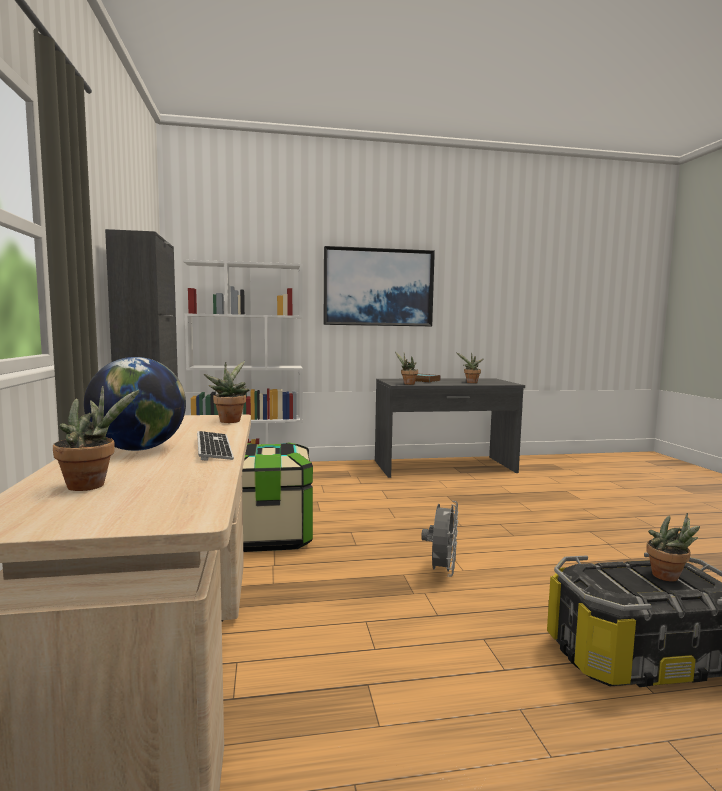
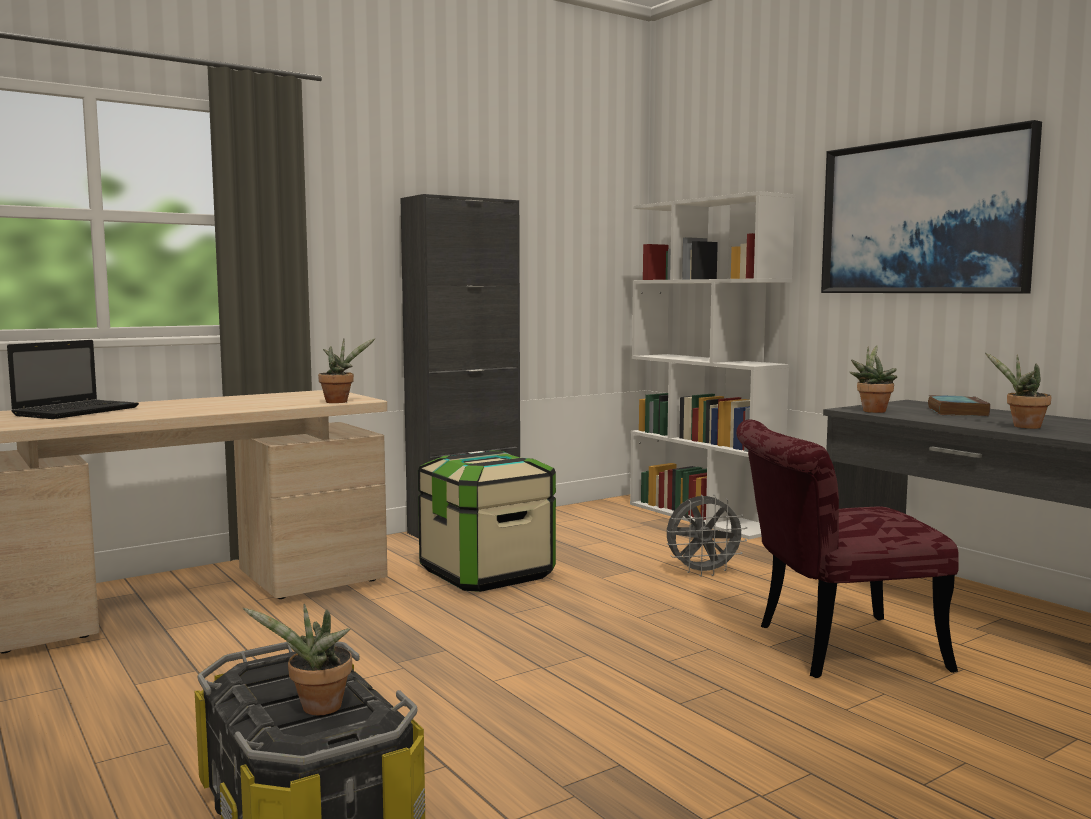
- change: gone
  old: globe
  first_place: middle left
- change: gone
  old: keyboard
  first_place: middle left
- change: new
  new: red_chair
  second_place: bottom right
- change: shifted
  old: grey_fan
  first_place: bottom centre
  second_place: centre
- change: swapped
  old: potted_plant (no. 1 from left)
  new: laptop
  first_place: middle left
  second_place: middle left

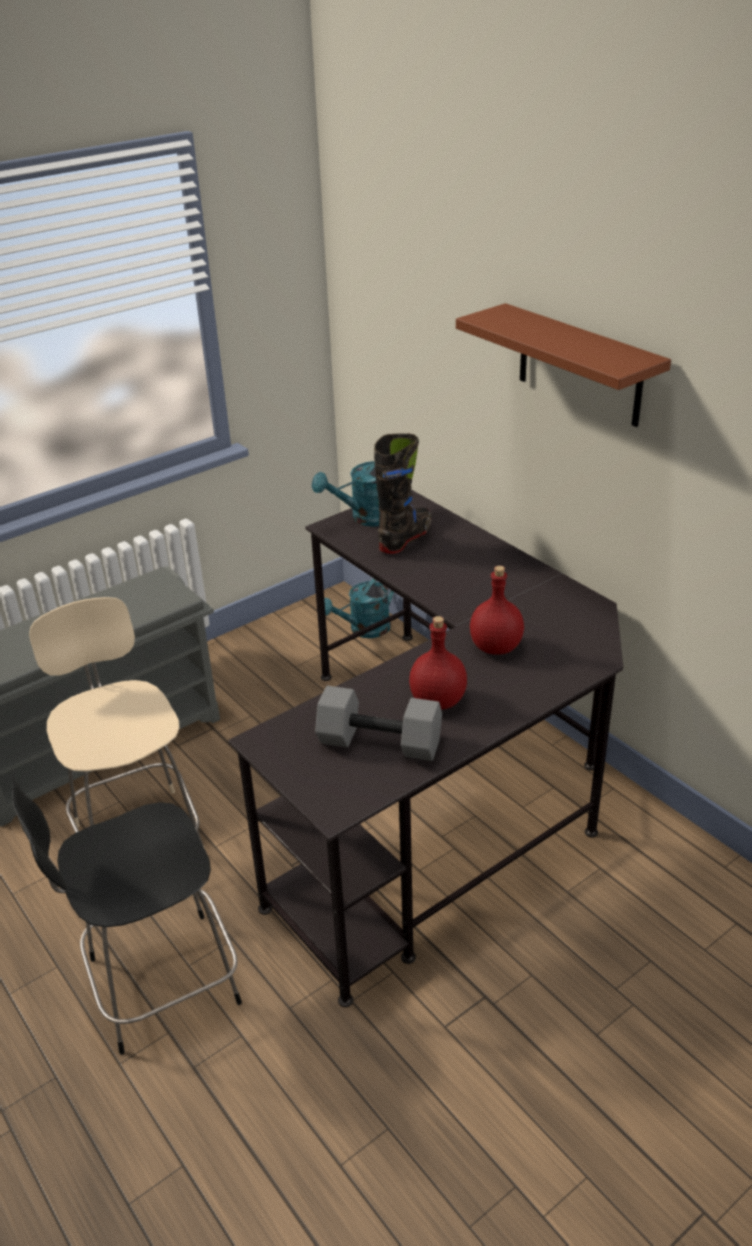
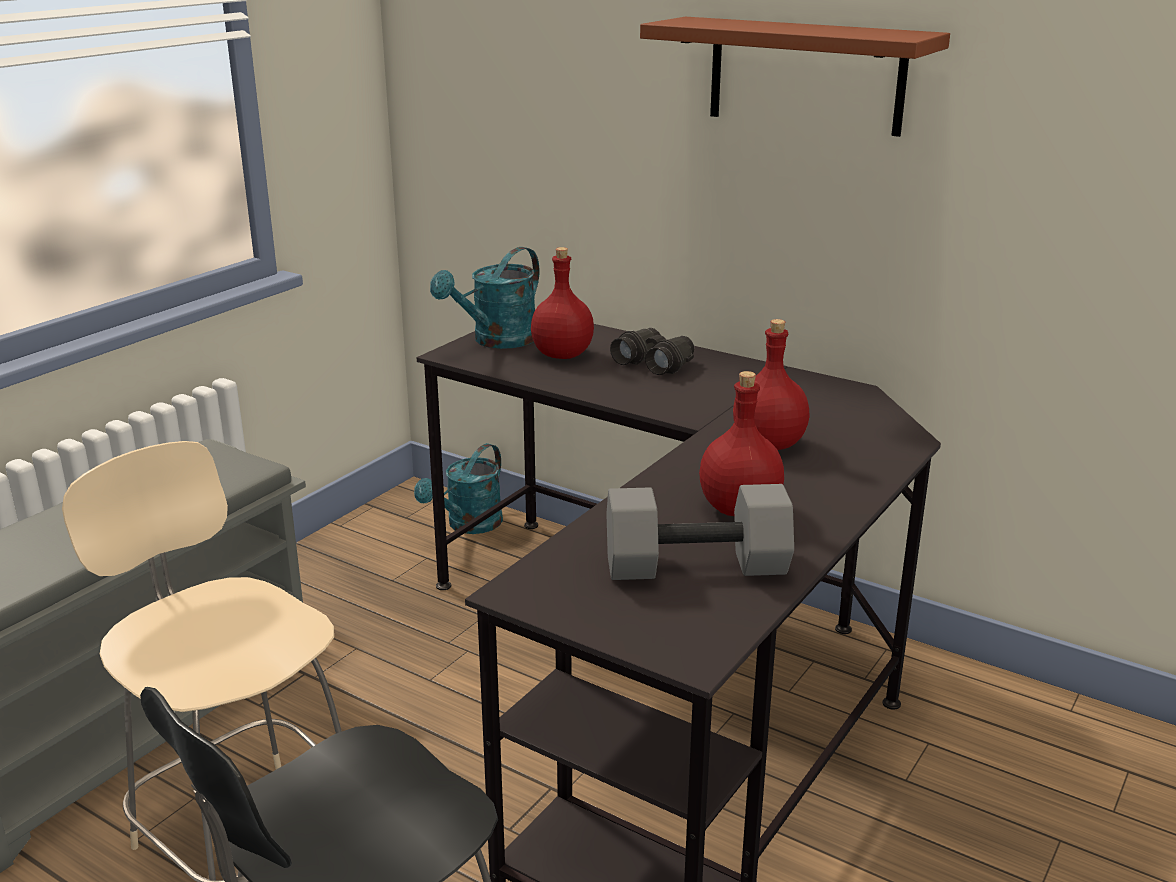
- change: new
  new: black_binoculars
  second_place: centre
- change: swapped
  old: black_boot
  new: red_bottle (no. 1 from left)
  first_place: centre
  second_place: centre

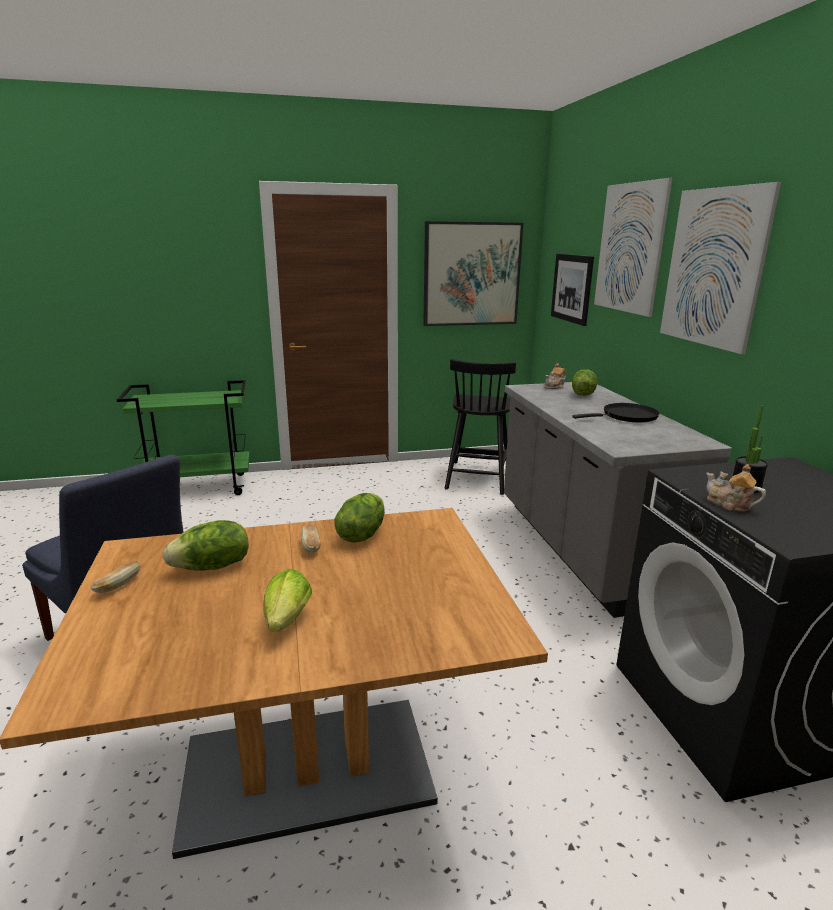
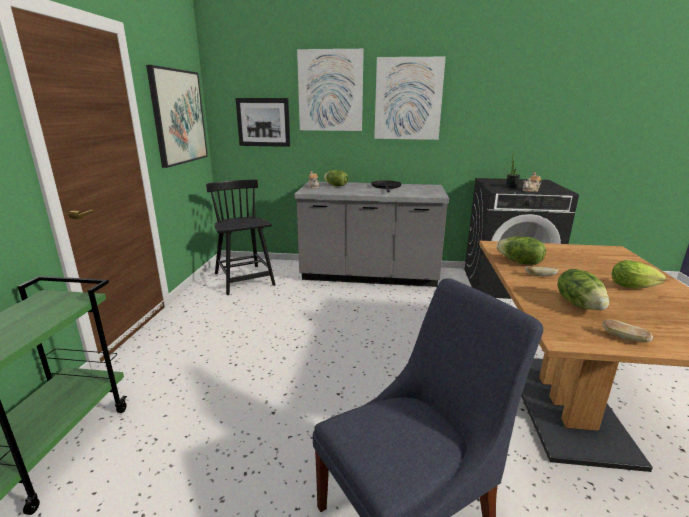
- change: rotated
  old: black_chair
  first_place: centre
  second_place: centre
  degrees: -150

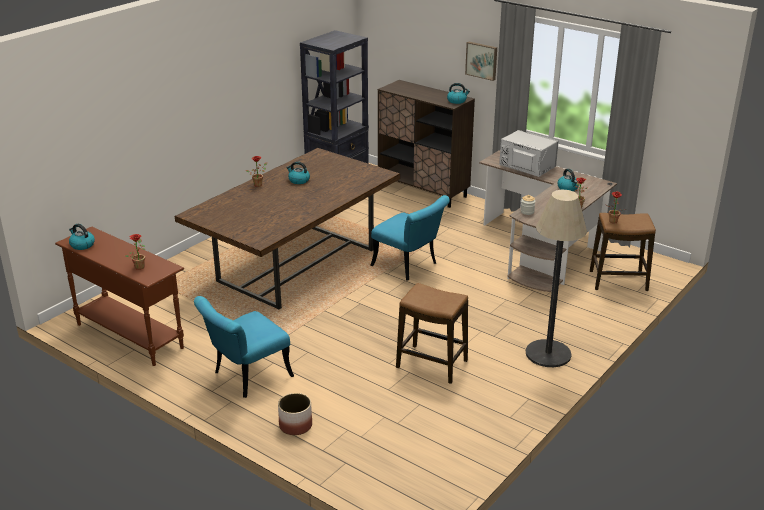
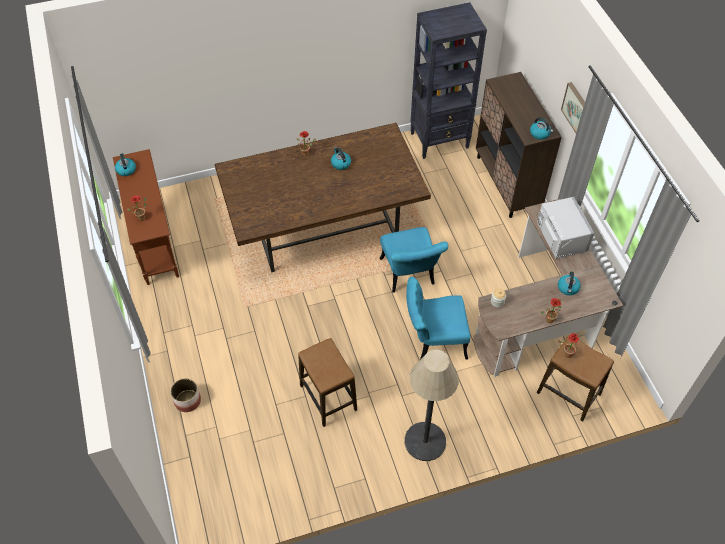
- change: shifted
  old: turquoise_chair (no. 1 from left in the first image)
  new: turquoise_chair (no. 2 from left)
  first_place: bottom left
  second_place: centre

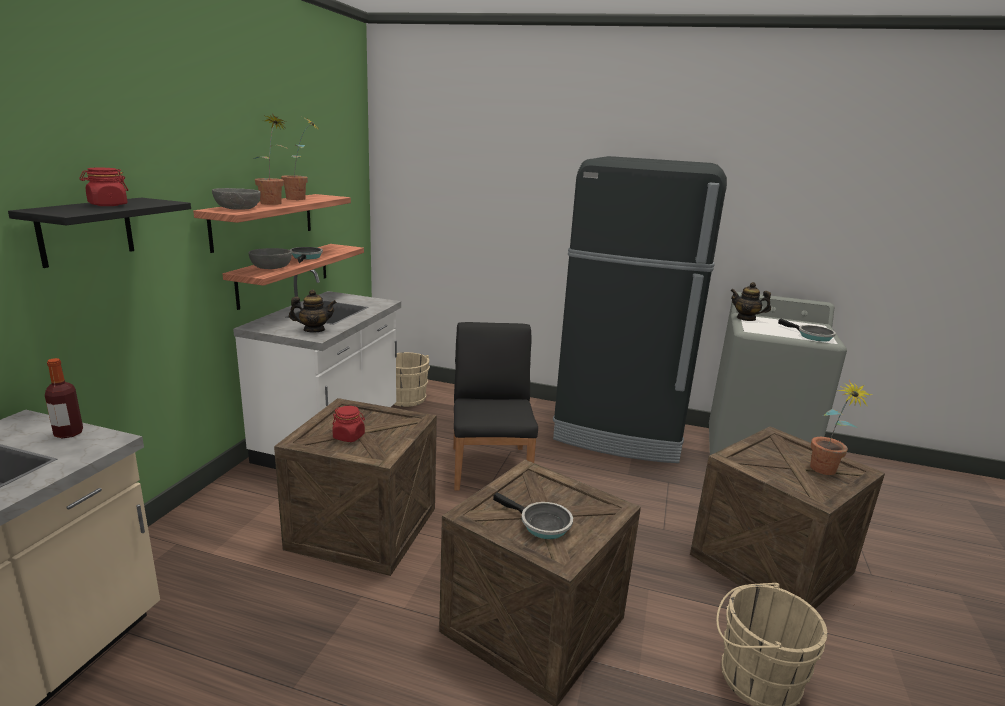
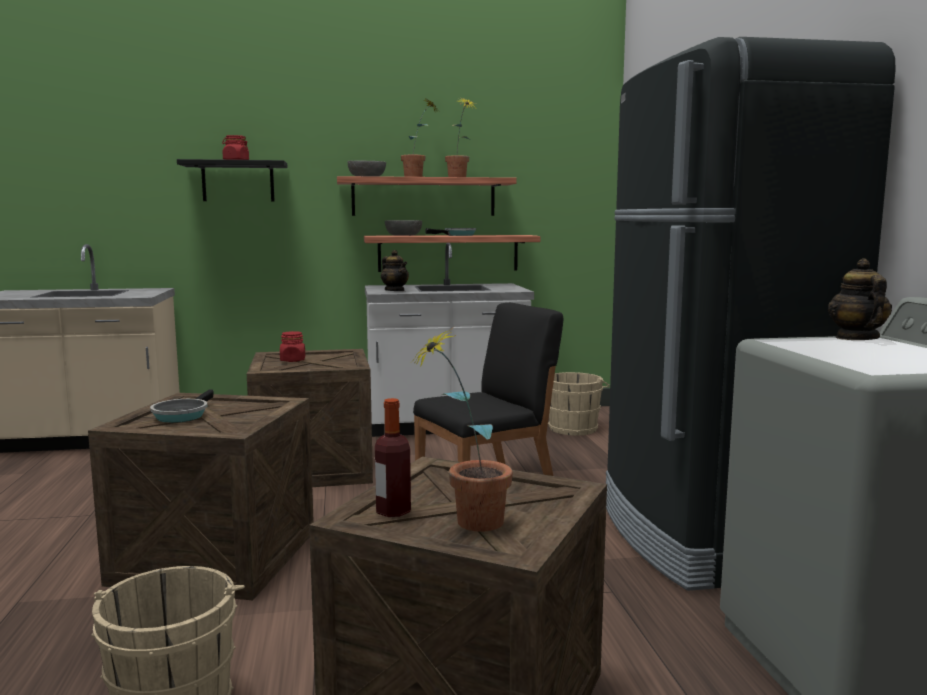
- change: gone
  old: frying_pan (no. 3 from left)
  first_place: middle right
- change: shifted
  old: bottle
  first_place: middle left
  second_place: centre

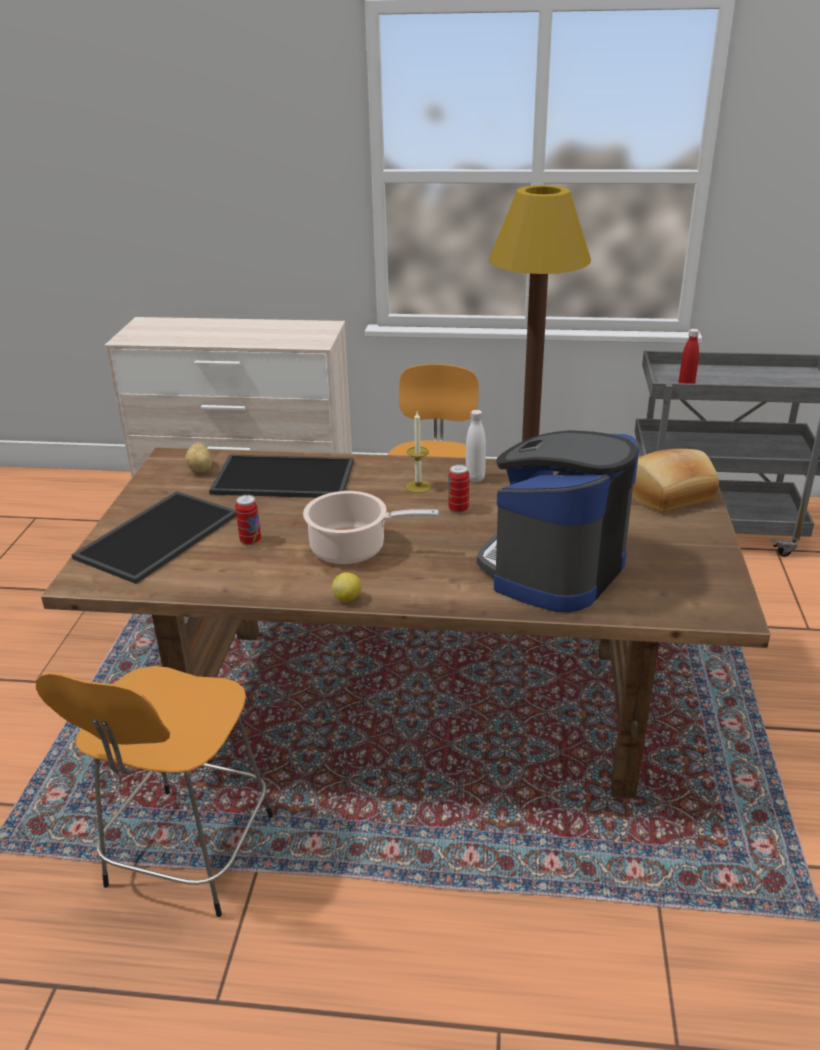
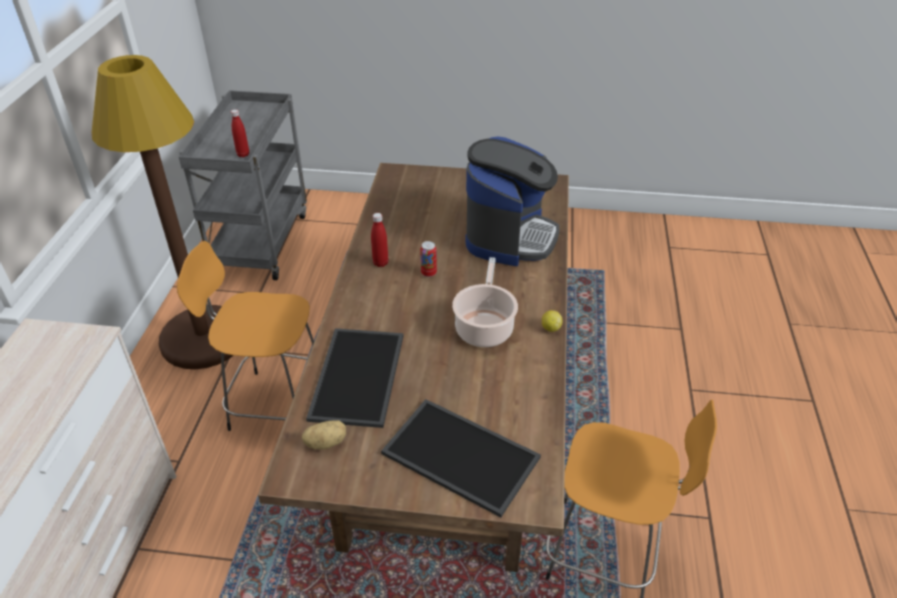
- change: gone
  old: can (no. 1 from left)
  first_place: middle left
- change: gone
  old: candle
  first_place: centre
- change: gone
  old: bread
  first_place: middle right
- change: repainted
  old: white_bottle
  new: red_bottle (no. 2 from left)
  first_place: centre
  second_place: centre
- change: rotated
  old: coffee_machine
  first_place: middle right
  second_place: centre
  degrees: -105

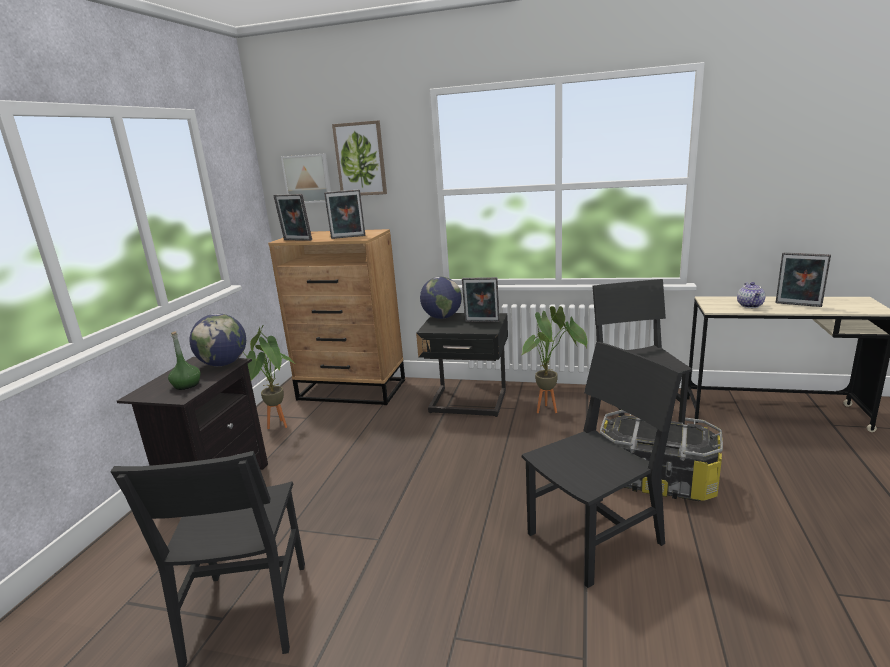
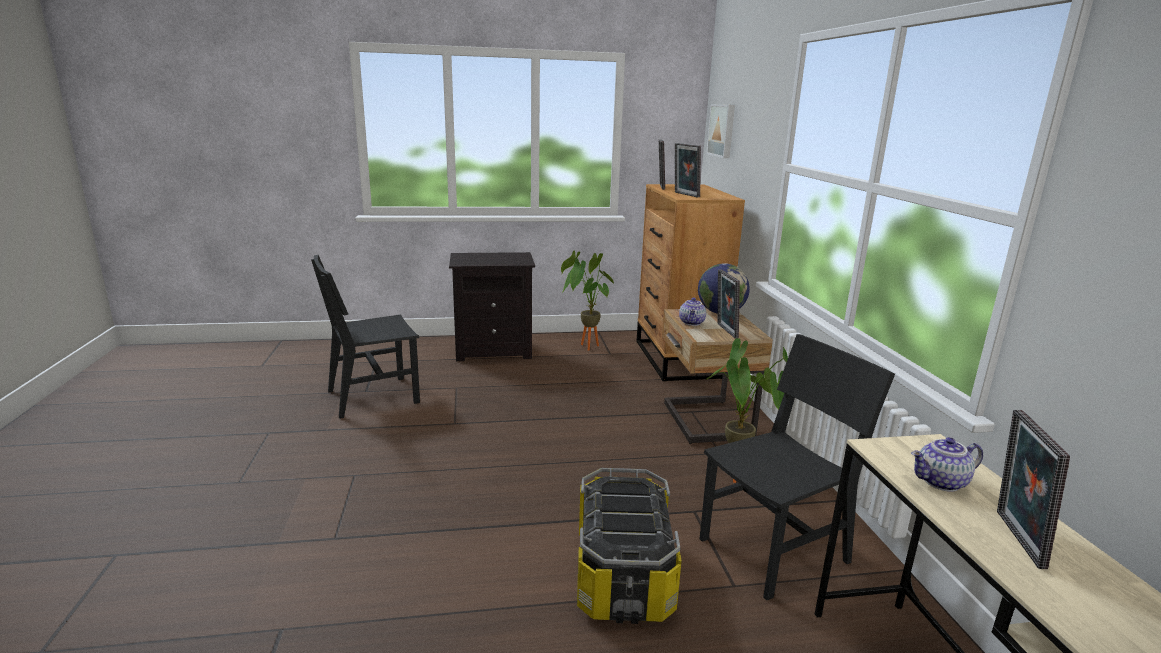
- change: gone
  old: green_bottle
  first_place: middle left
- change: gone
  old: globe (no. 1 from left)
  first_place: middle left
- change: gone
  old: picture (no. 2 from left)
  first_place: top centre
- change: gone
  old: black_chair (no. 2 from left)
  first_place: bottom right
- change: new
  new: teapot (no. 1 from left)
  second_place: centre
- change: repainted
  old: black_nightstand (no. 2 from left)
  new: beige_nightstand
  first_place: centre
  second_place: centre

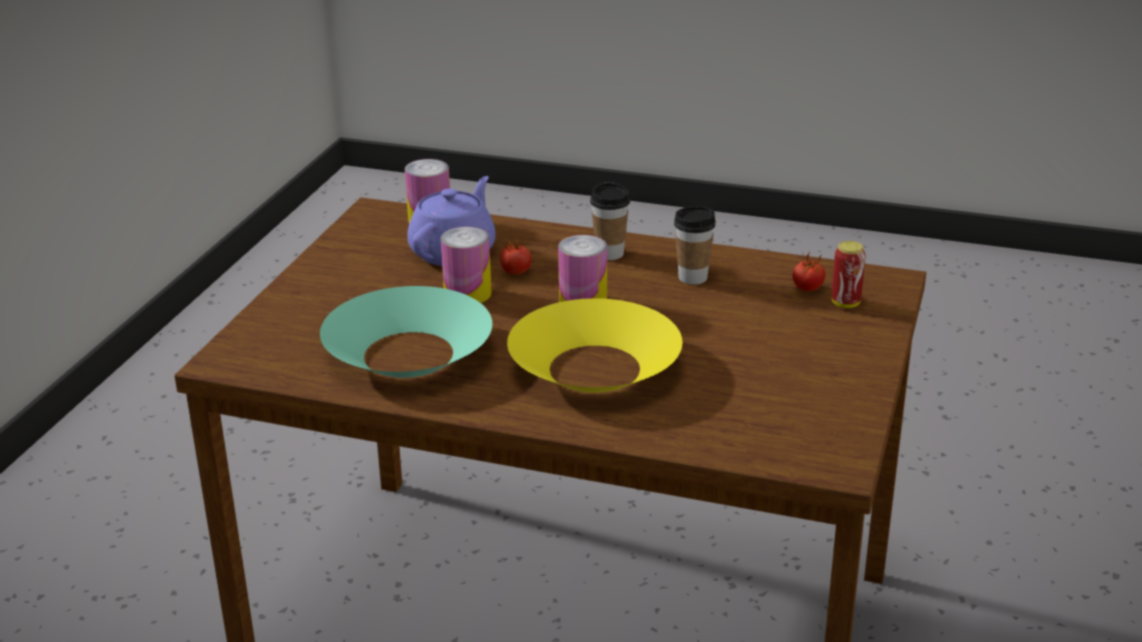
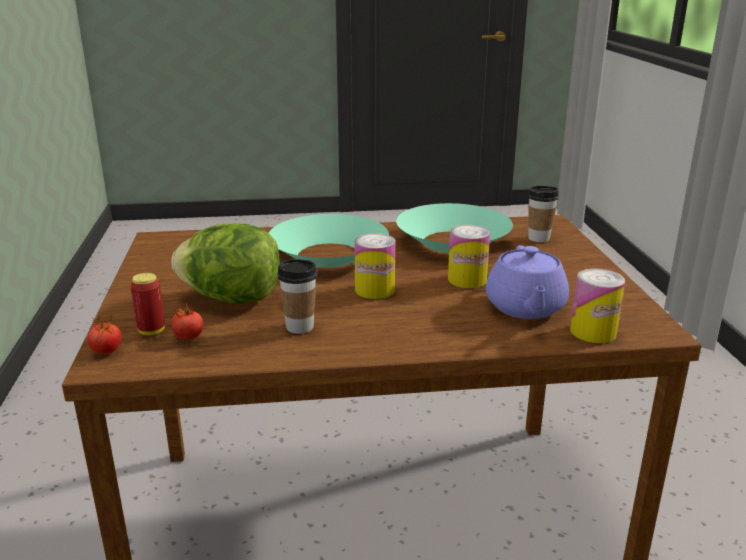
- change: new
  new: lettuce
  second_place: middle left
- change: shifted
  old: tomato (no. 1 from left)
  first_place: centre
  second_place: middle left
- change: shifted
  old: cup (no. 1 from left in the first image)
  new: cup (no. 2 from left)
  first_place: centre
  second_place: middle right
- change: repainted
  old: yellow_bowl
  new: turquoise_bowl (no. 1 from left)
  first_place: centre
  second_place: centre

